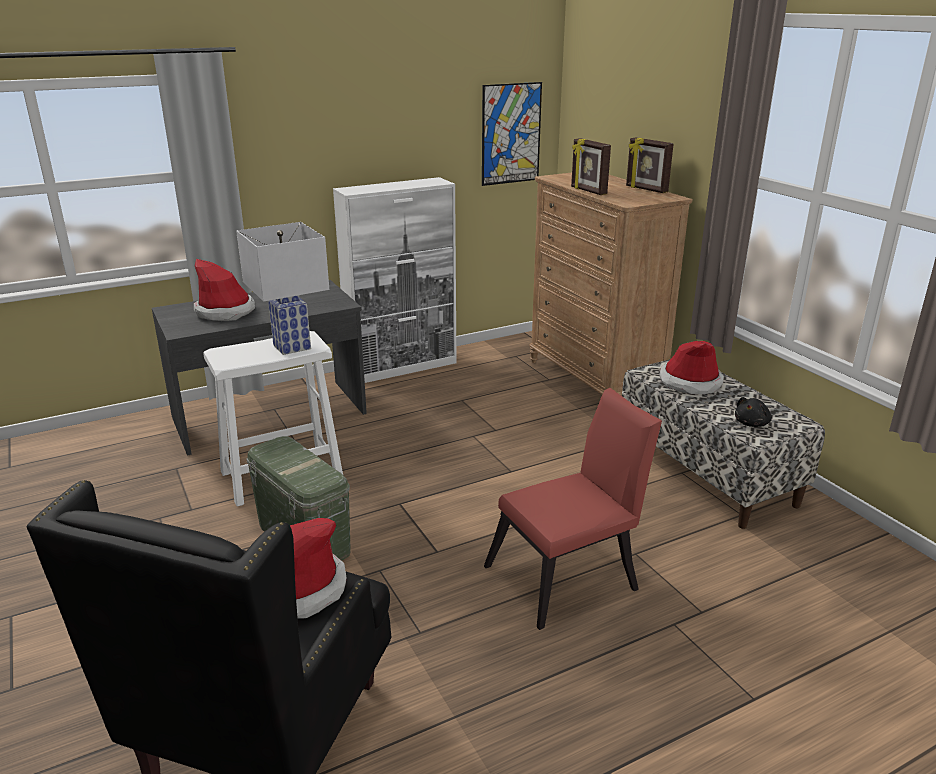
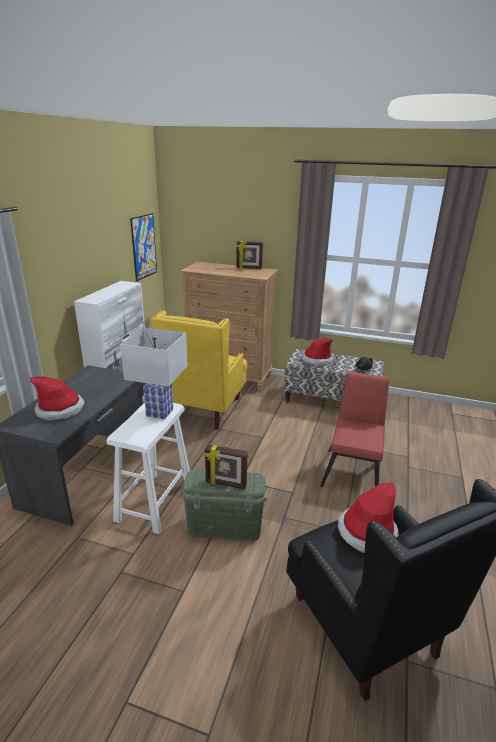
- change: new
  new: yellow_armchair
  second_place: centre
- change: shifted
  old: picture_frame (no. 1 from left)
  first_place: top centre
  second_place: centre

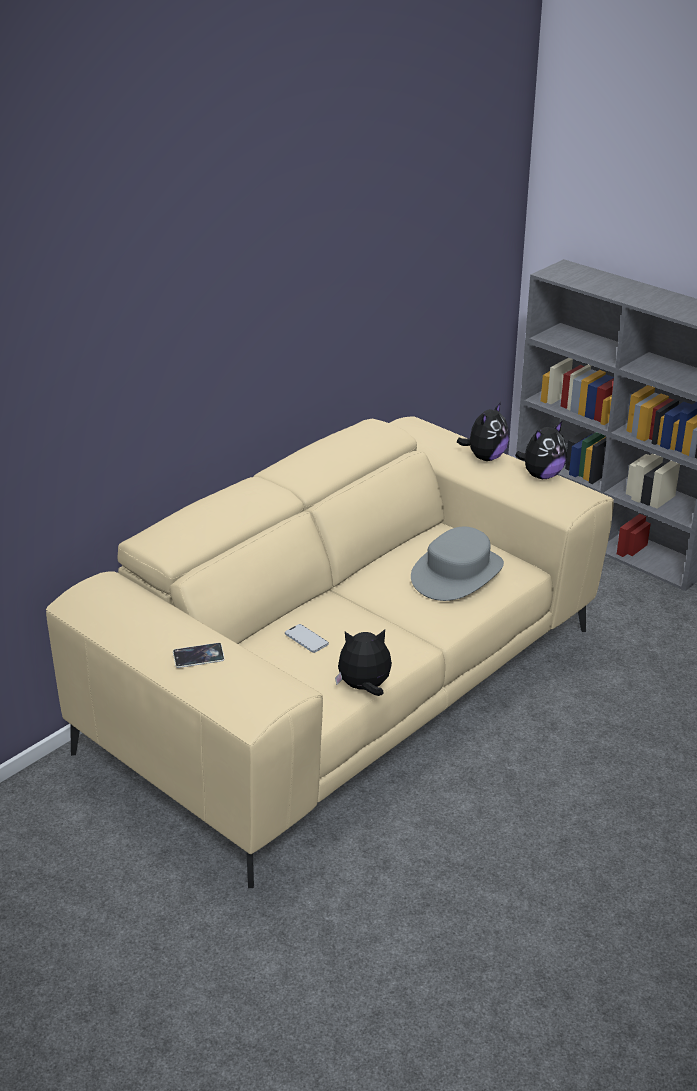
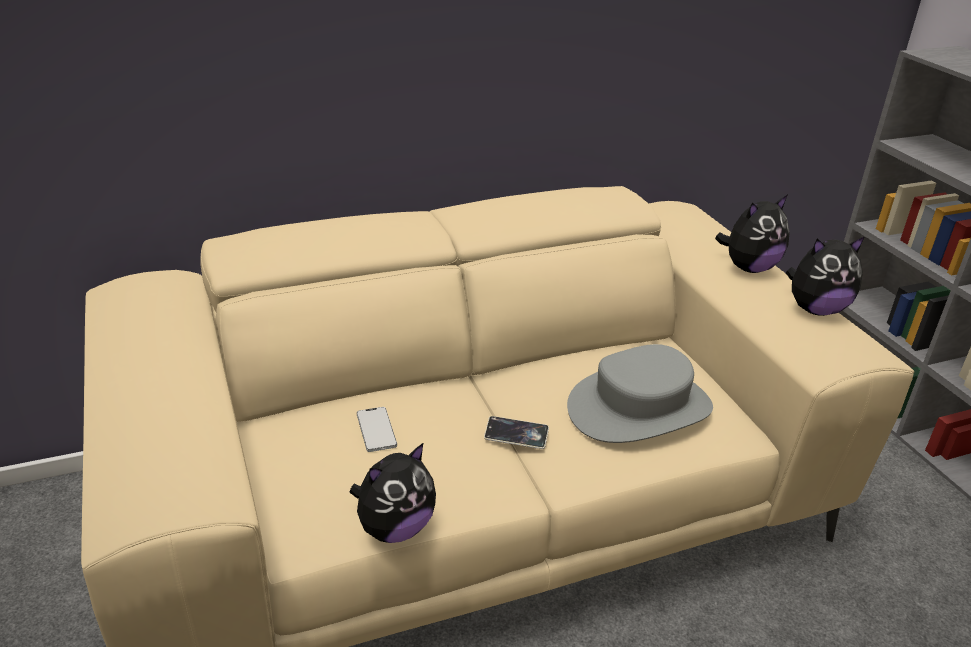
- change: shifted
  old: phone (no. 1 from left in the first image)
  new: phone (no. 2 from left)
  first_place: middle left
  second_place: bottom centre
- change: rotated
  old: plush_toy (no. 1 from left)
  first_place: centre
  second_place: bottom centre
  degrees: 120

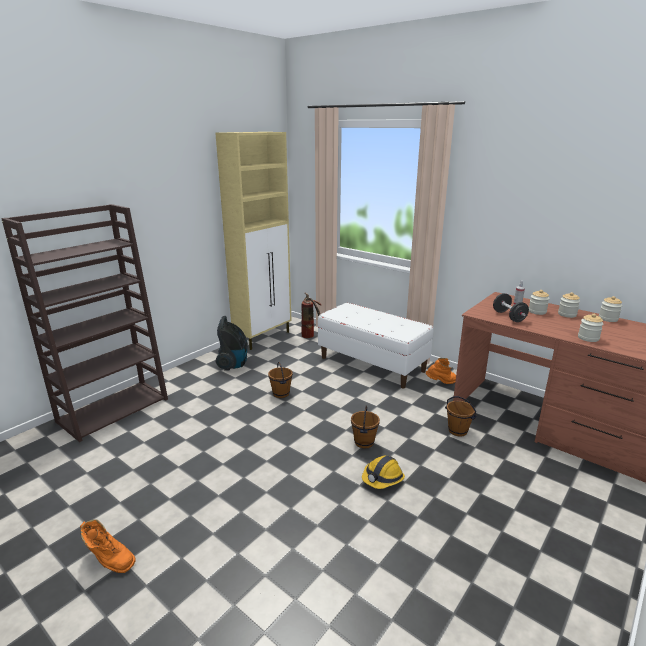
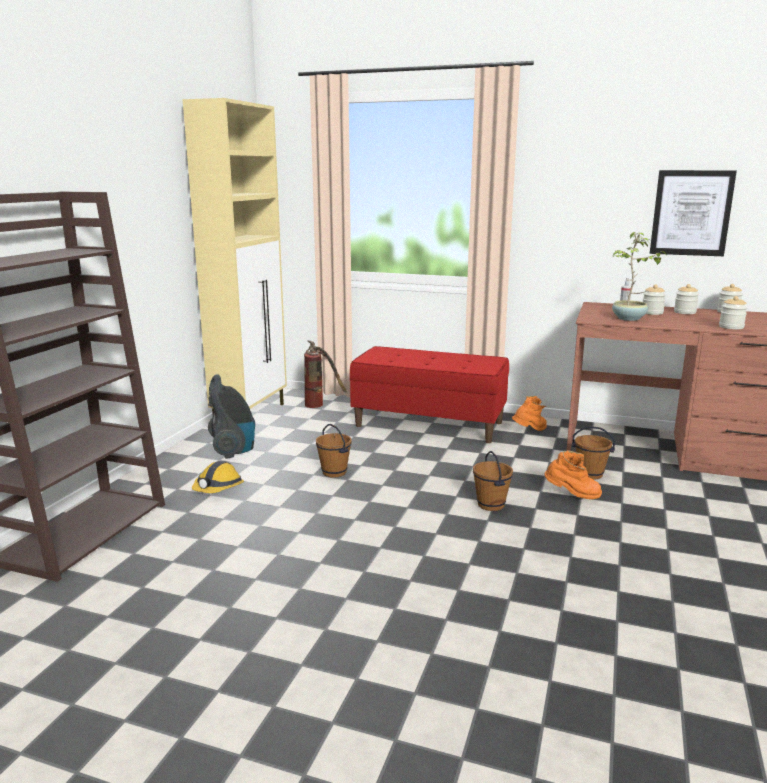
- change: new
  new: picture
  second_place: top right
- change: shifted
  old: orange_boot (no. 1 from left in the first image)
  new: orange_boot (no. 2 from left)
  first_place: bottom left
  second_place: middle right
- change: shifted
  old: hard_hat
  first_place: bottom centre
  second_place: middle left
- change: swapped
  old: black_dumbbell
  new: potted_plant
  first_place: middle right
  second_place: middle right
- change: repainted
  old: white_bench
  new: red_bench
  first_place: centre
  second_place: centre

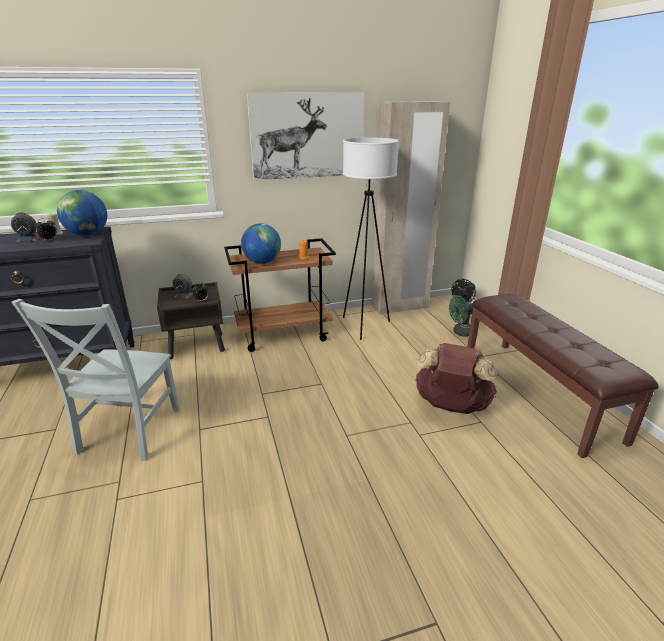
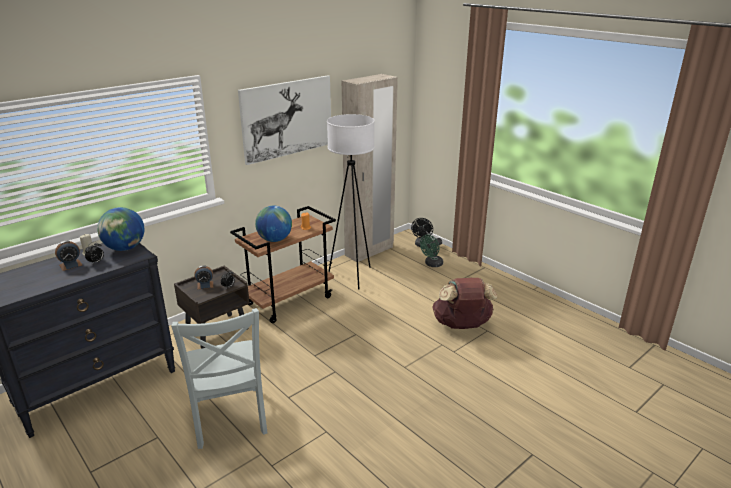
- change: gone
  old: brown_bench
  first_place: middle right

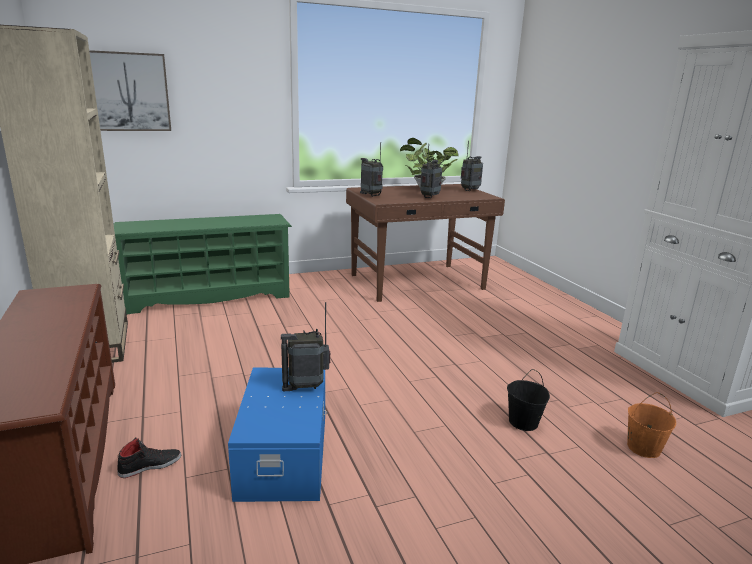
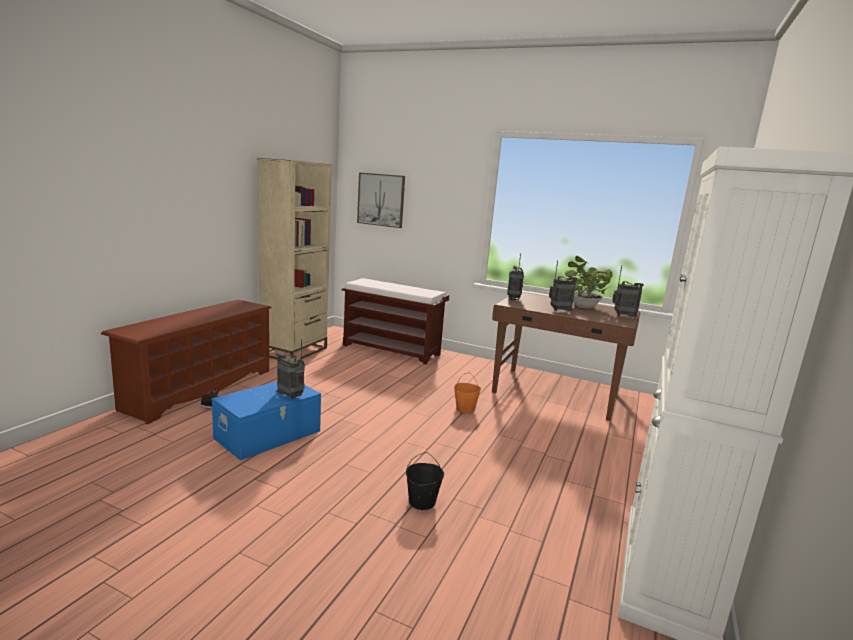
- change: shifted
  old: orange_bucket
  first_place: bottom right
  second_place: centre
- change: swapped
  old: green_shoe_rack
  new: brown_bench
  first_place: middle left
  second_place: centre

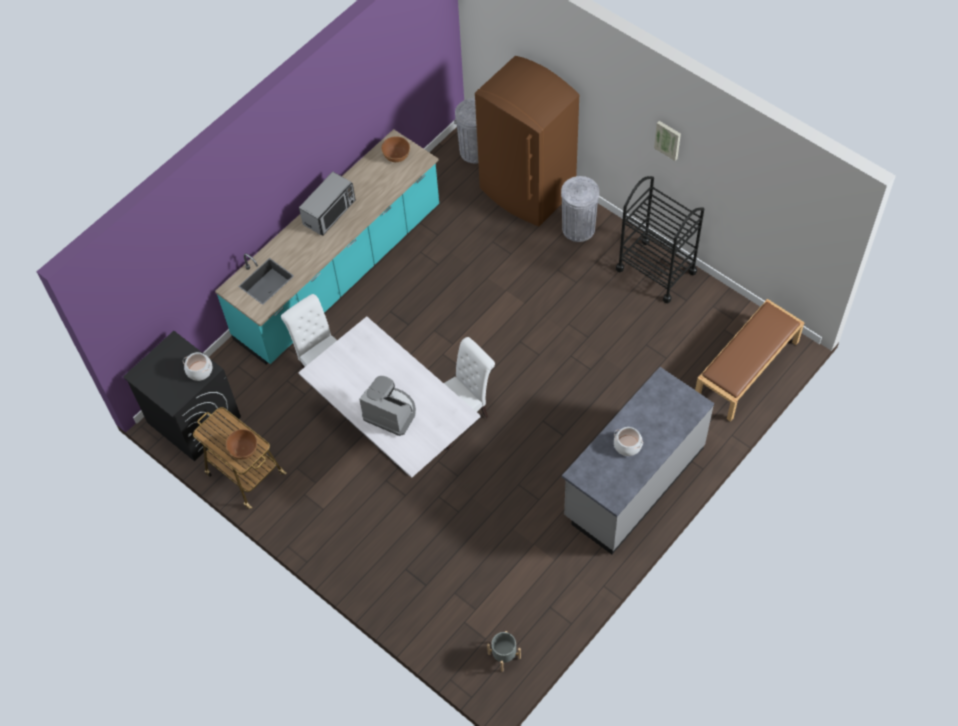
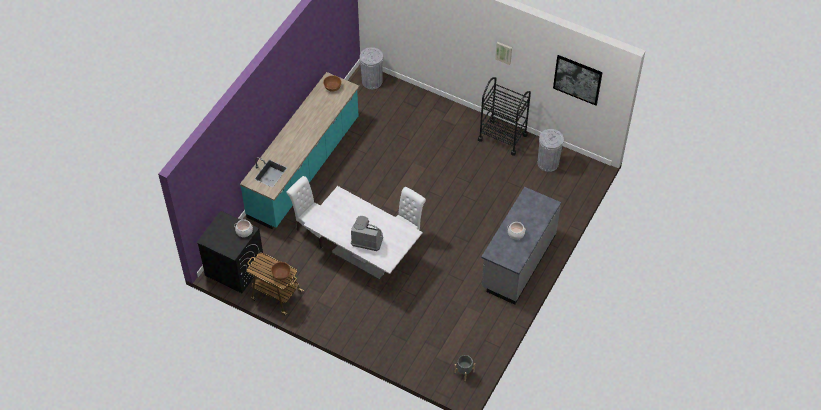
- change: gone
  old: microwave
  first_place: top centre
- change: gone
  old: brown_fridge
  first_place: top centre
- change: gone
  old: brown_bench
  first_place: middle right
- change: new
  new: picture (no. 2 from left)
  second_place: top right
- change: shifted
  old: grey_trash_can (no. 2 from left)
  first_place: top centre
  second_place: middle right

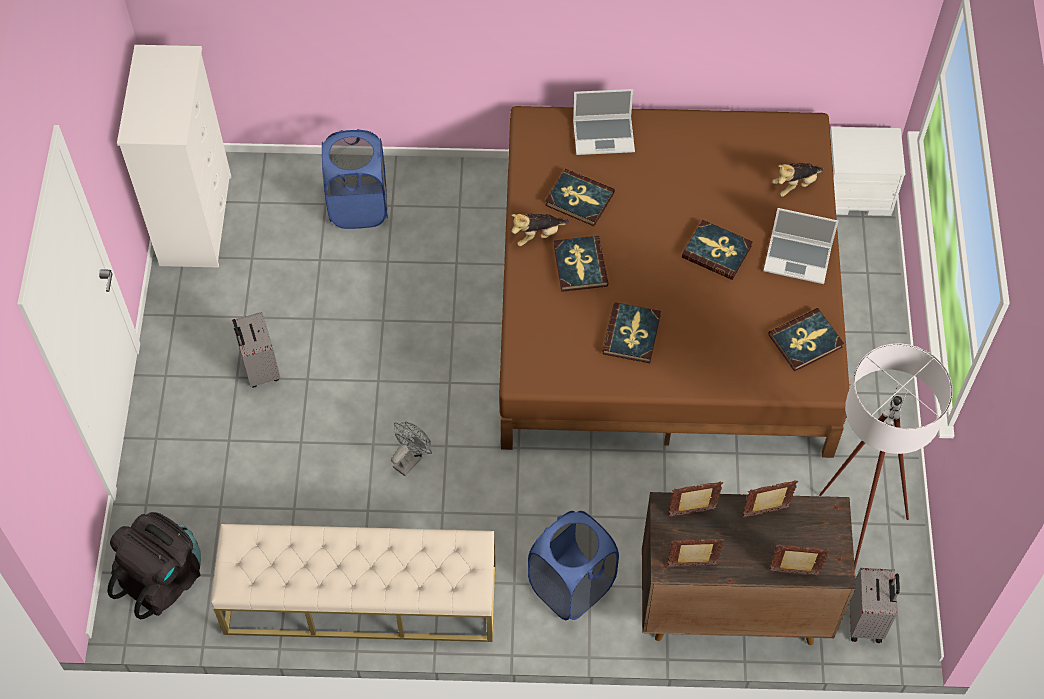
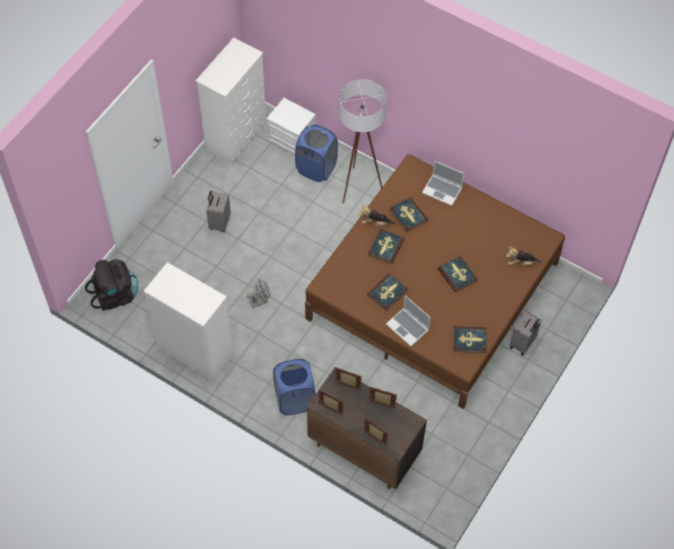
- change: shifted
  old: laptop (no. 2 from left in the first image)
  new: laptop (no. 1 from left)
  first_place: middle right
  second_place: centre
- change: shifted
  old: white_floor_lamp
  first_place: middle right
  second_place: top centre
- change: shifted
  old: white_nightstand
  first_place: top right
  second_place: top centre
- change: shifted
  old: grey_suitcase (no. 2 from left)
  first_place: bottom right
  second_place: middle right
- change: swapped
  old: beige_bench
  new: white_dresser (no. 1 from left)
  first_place: bottom centre
  second_place: middle left

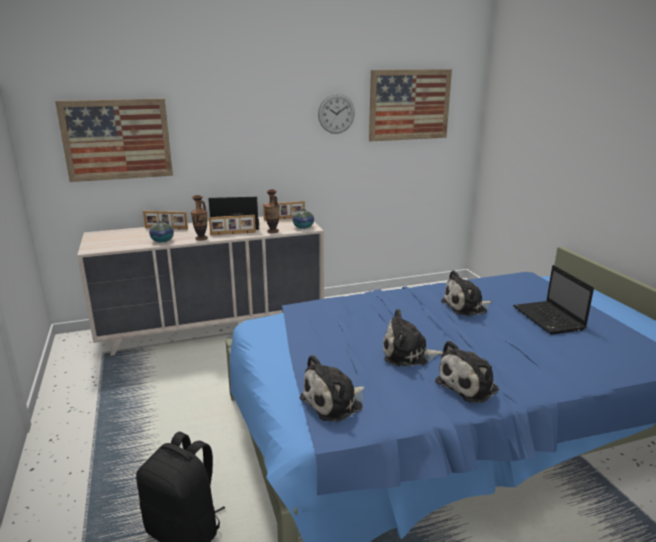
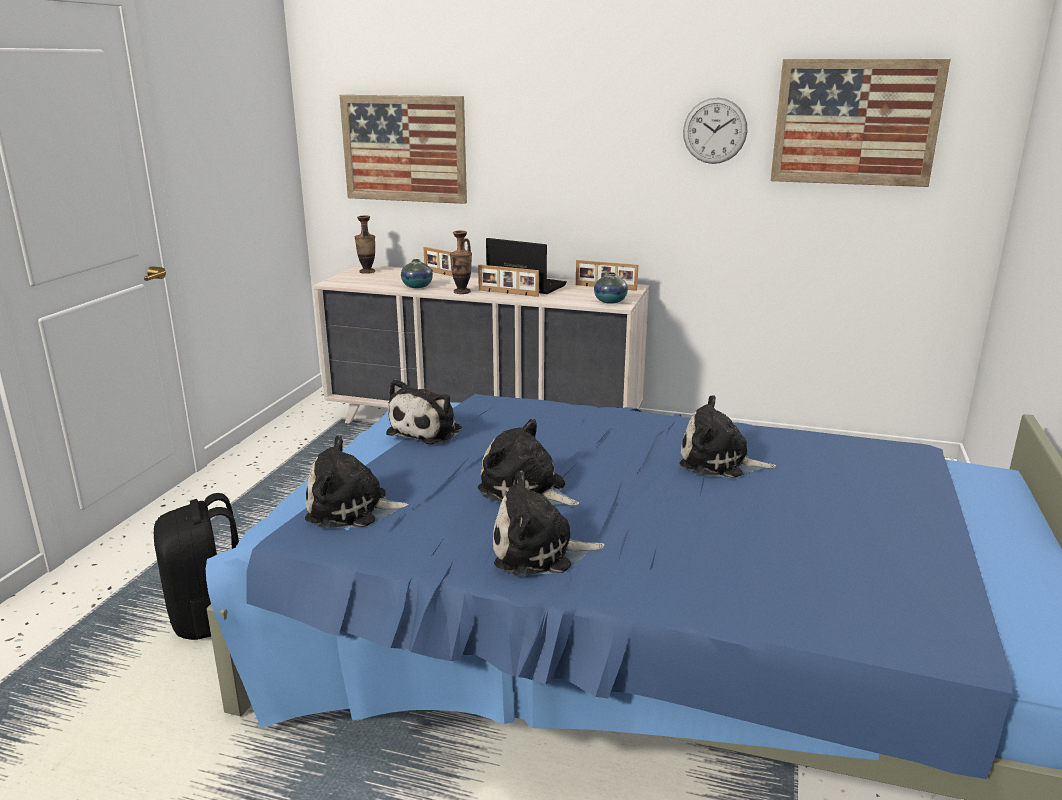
- change: gone
  old: laptop (no. 2 from left)
  first_place: middle right
- change: new
  new: plush_toy (no. 2 from left)
  second_place: centre
- change: shifted
  old: vase (no. 3 from left in the first image)
  new: vase (no. 1 from left)
  first_place: centre
  second_place: top centre

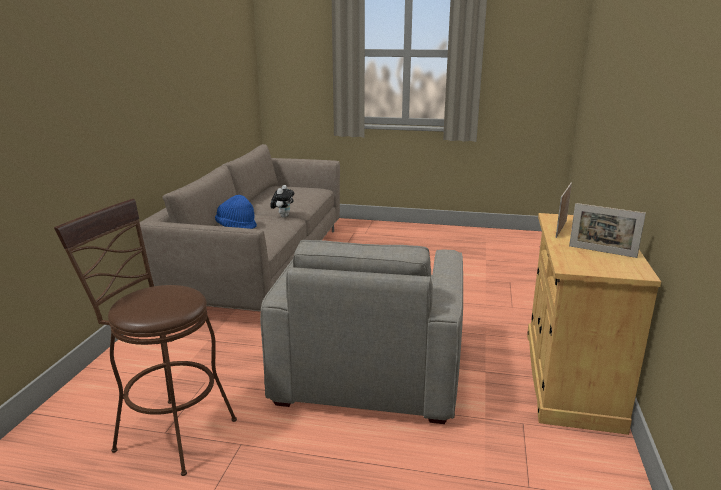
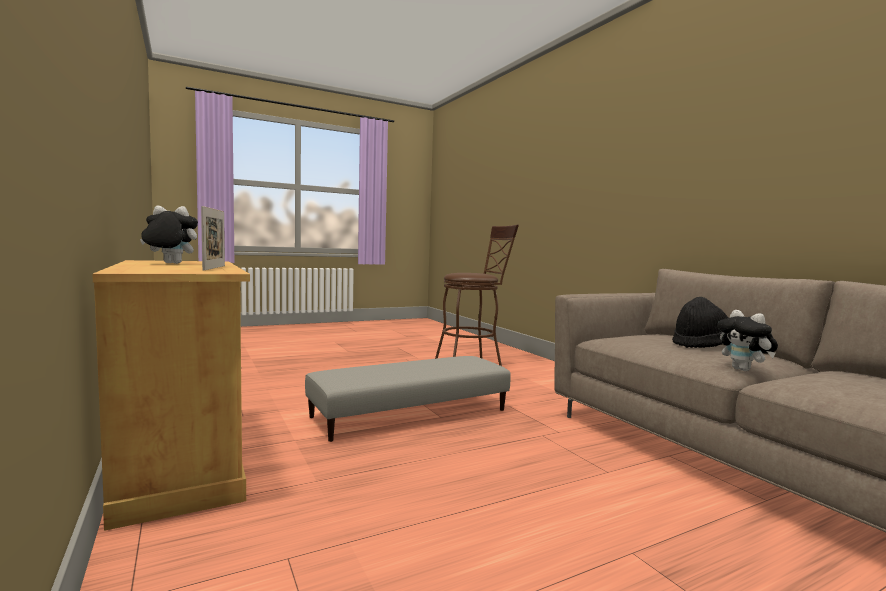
- change: swapped
  old: grey_armchair
  new: grey_ottoman
  first_place: bottom centre
  second_place: bottom centre
- change: swapped
  old: picture_frame (no. 2 from left)
  new: plush_toy (no. 1 from left)
  first_place: middle right
  second_place: middle left
- change: repainted
  old: blue_hat
  new: black_hat
  first_place: middle left
  second_place: middle right

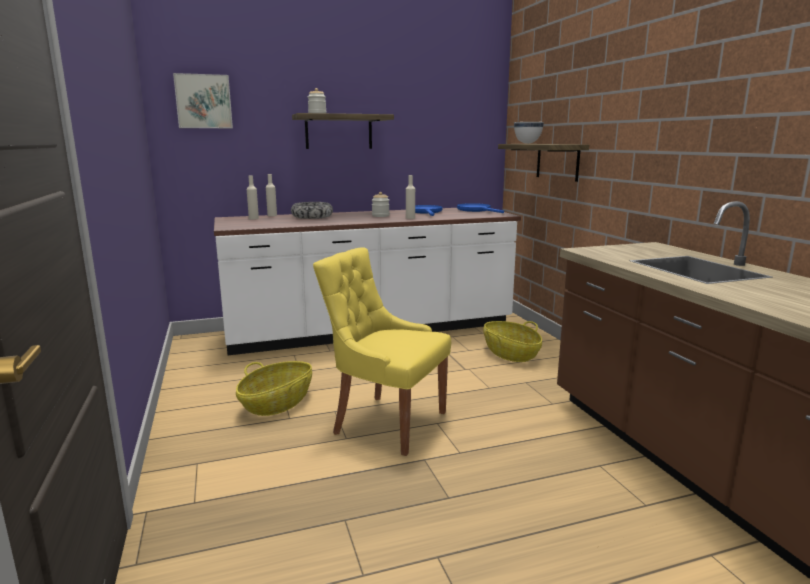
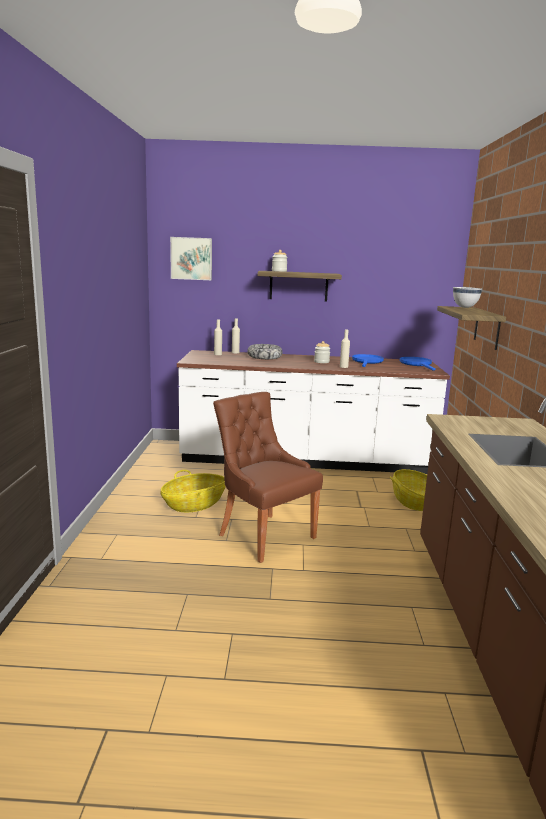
- change: repainted
  old: yellow_chair
  new: brown_chair
  first_place: centre
  second_place: centre

